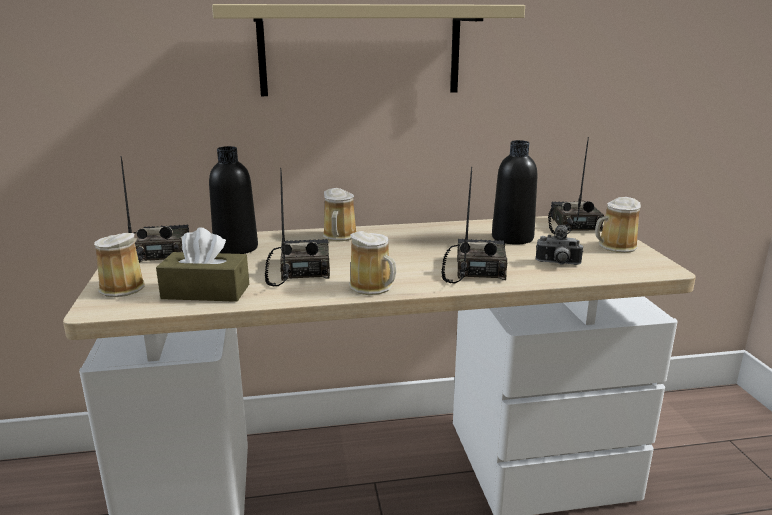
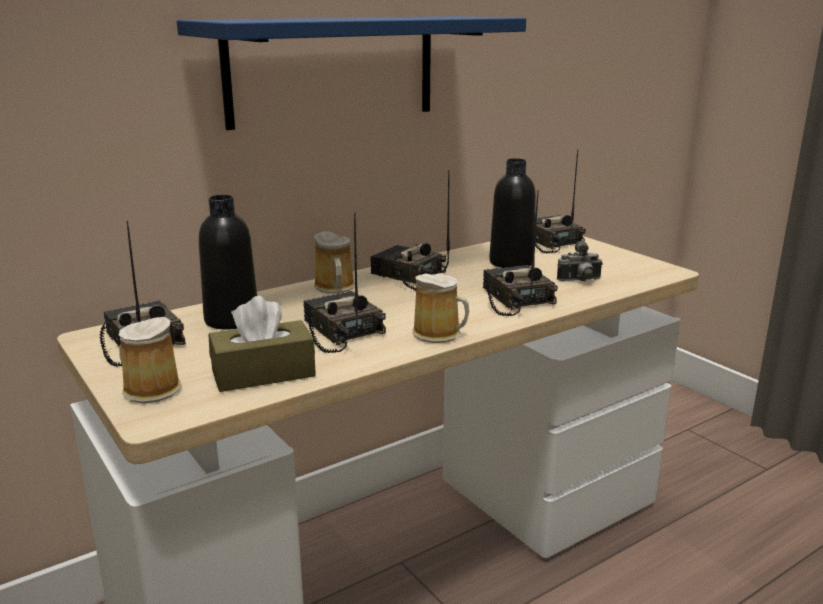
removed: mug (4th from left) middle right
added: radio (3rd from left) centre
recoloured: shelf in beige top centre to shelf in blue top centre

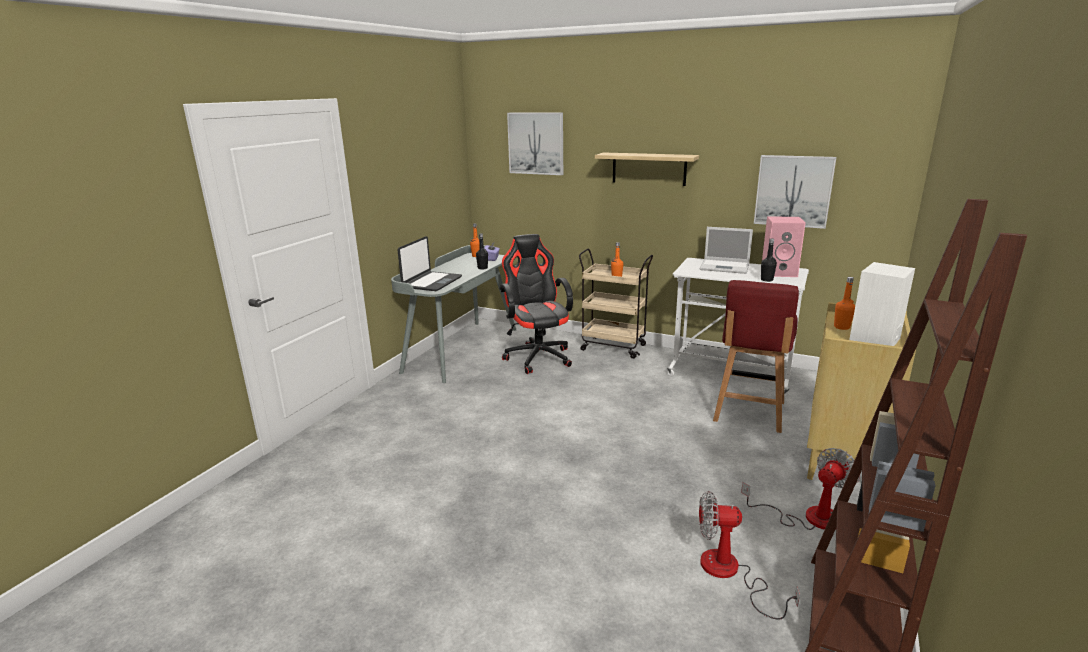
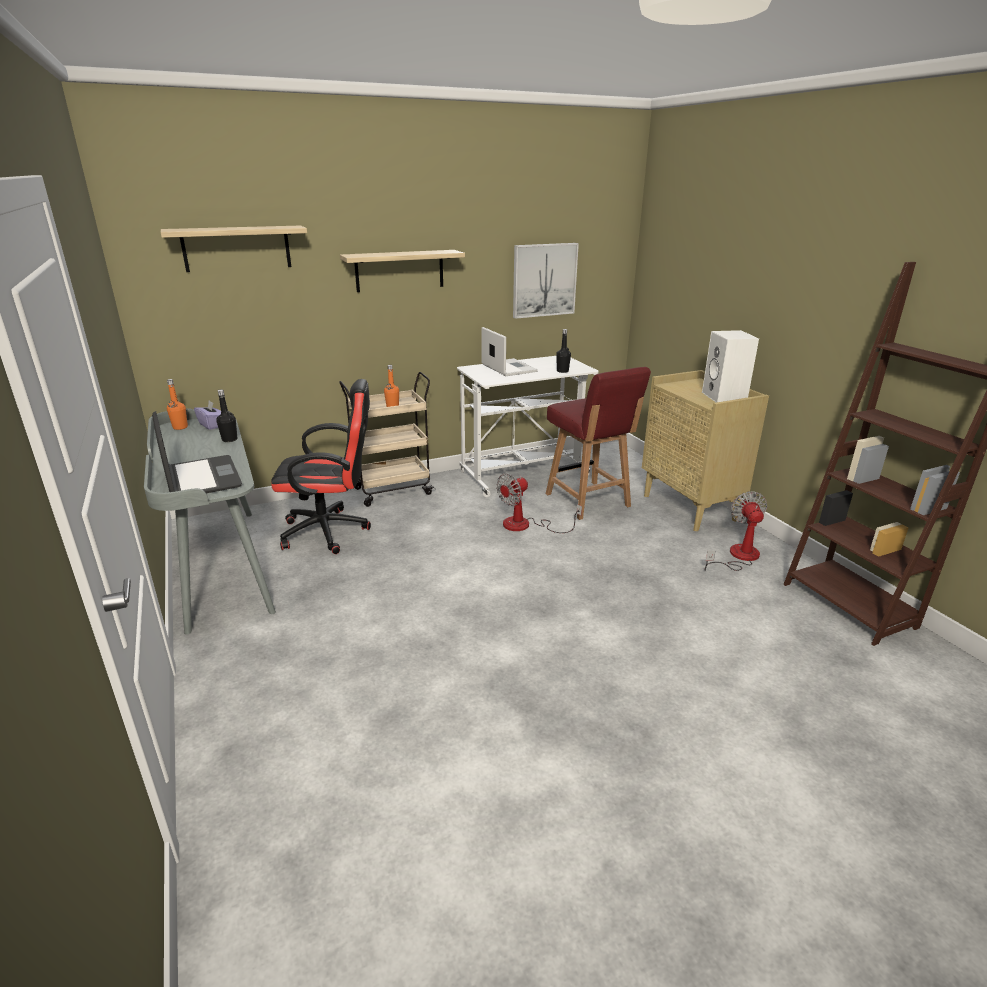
removed: speaker in pink middle right; bottle in orange (3rd from left) middle right
moved: fan (1st from left) bottom right to centre
replaced: picture (1st from left) top centre to shelf (1st from left) top left
turned: office chair in black centre = middle left 150 degrees clockwise; laptop (2nd from left) middle right = centre 90 degrees counterclockwise

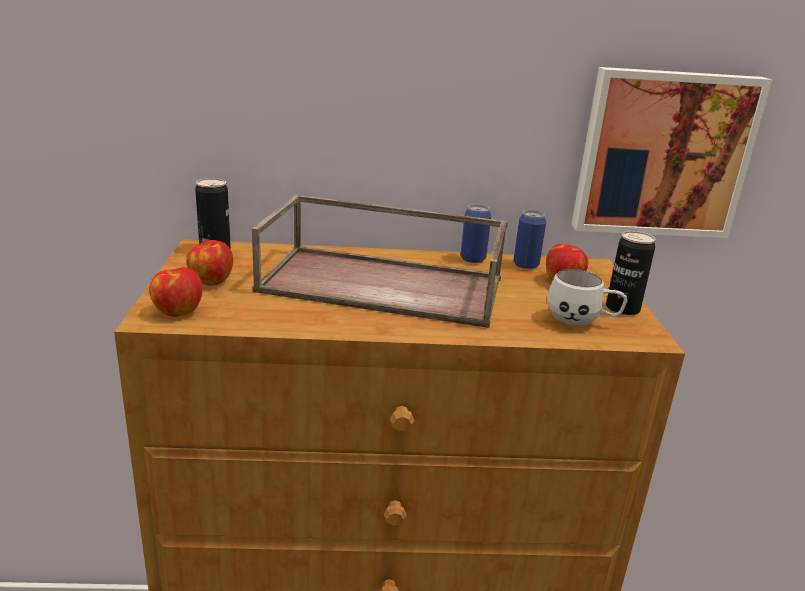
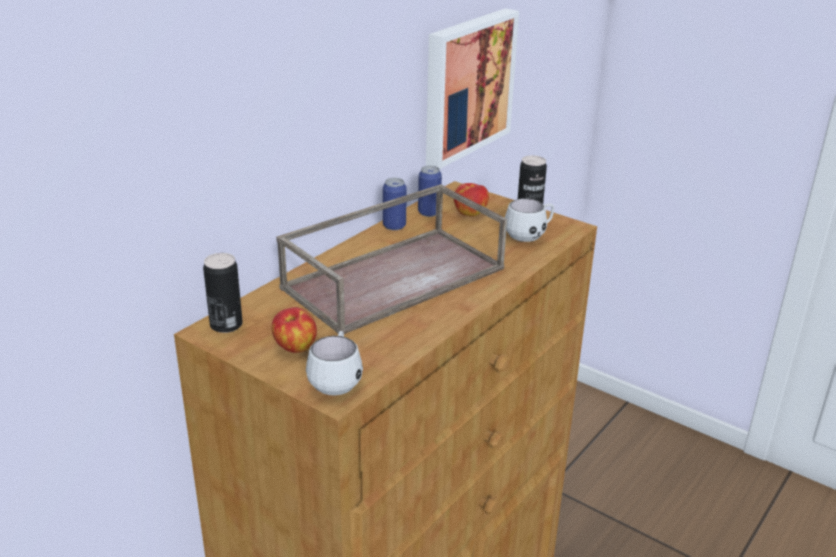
replaced: apple (1st from left) middle left to mug in white (1st from left) centre

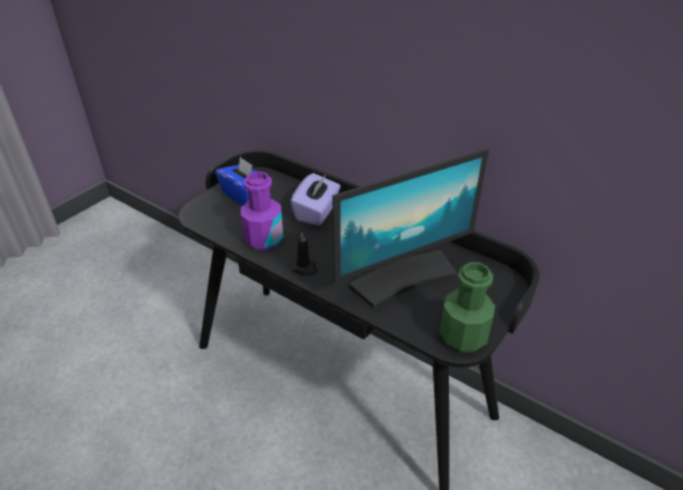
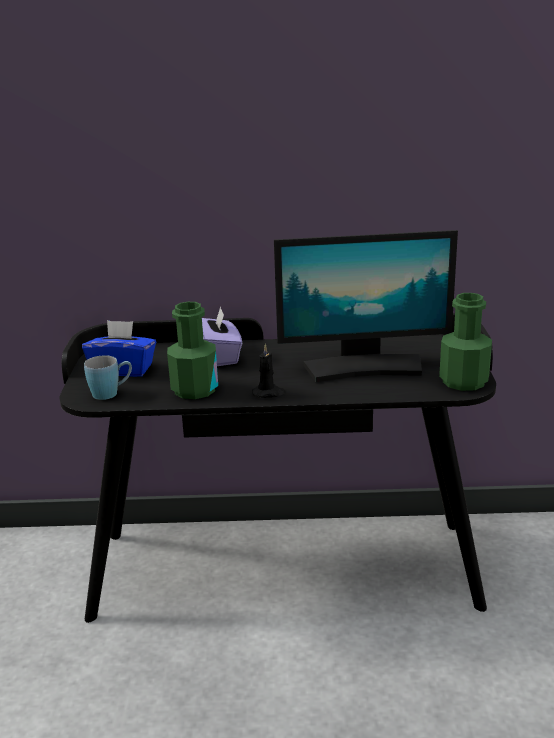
added: mug in blue middle left
recoloured: bottle in purple centre to bottle in green (1st from left) centre
turned: monitor centre = centre 60 degrees clockwise

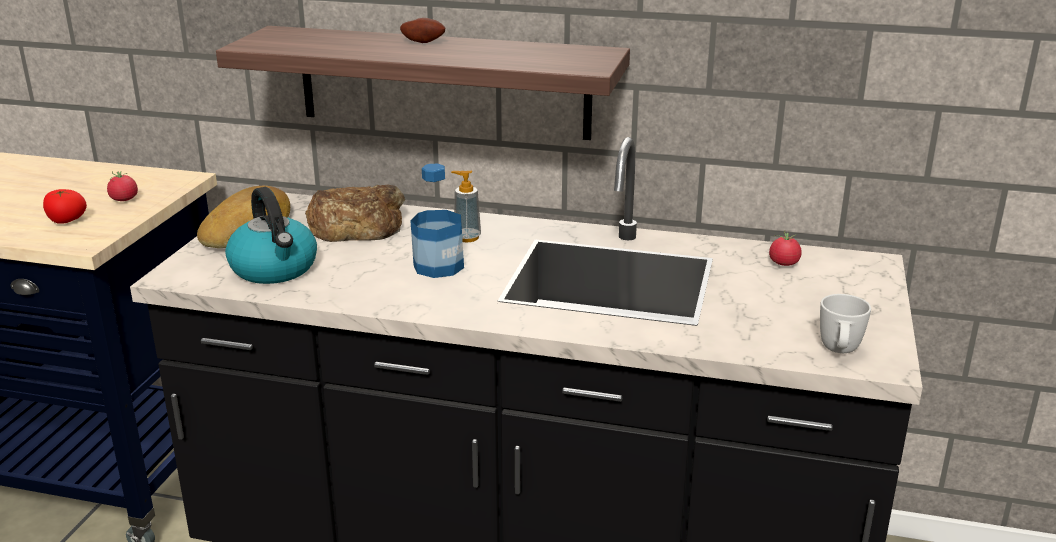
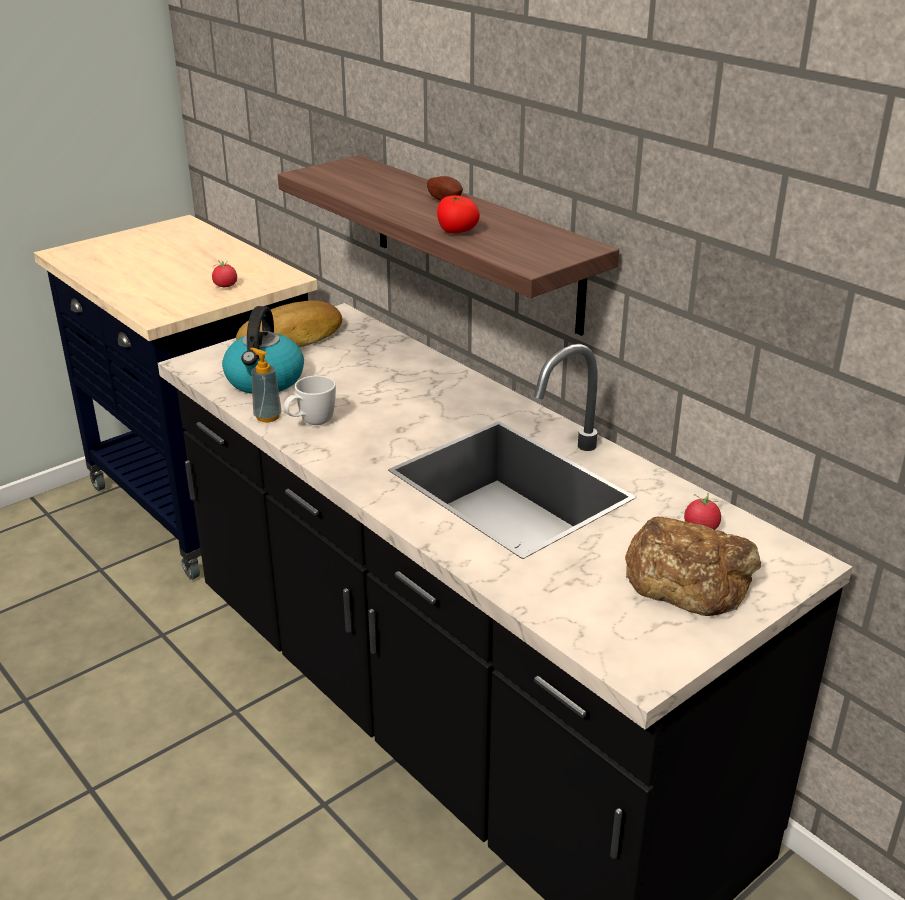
removed: bottle centre
moved: tomato (1st from left in the first image) middle left to tomato (2nd from left) top centre; bread (2nd from left) centre to middle right; soap dispenser centre to middle left; mug in white middle right to centre

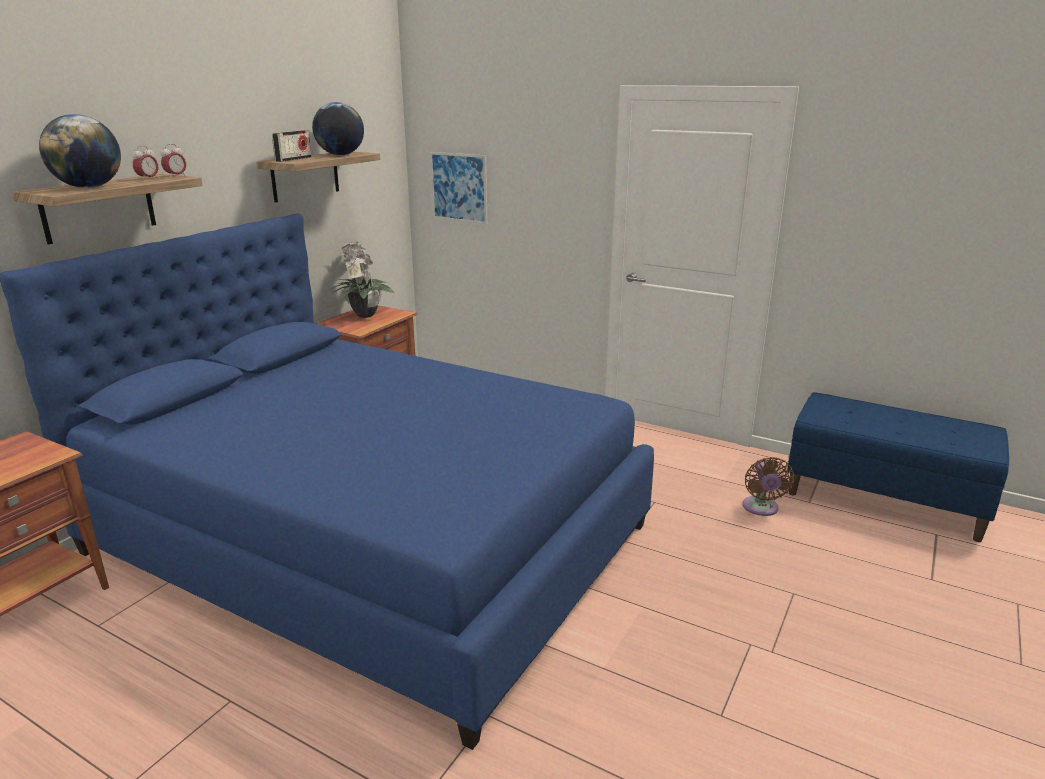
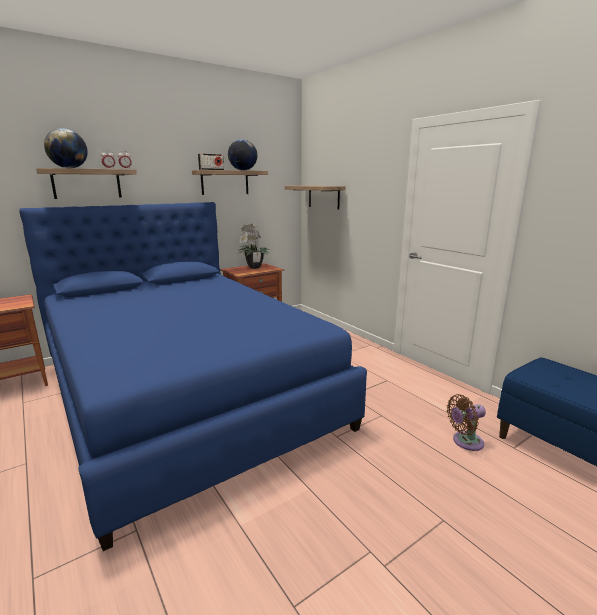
replaced: picture top centre to shelf (3rd from left) top centre
turned: fan in brown middle right = bottom right 45 degrees clockwise

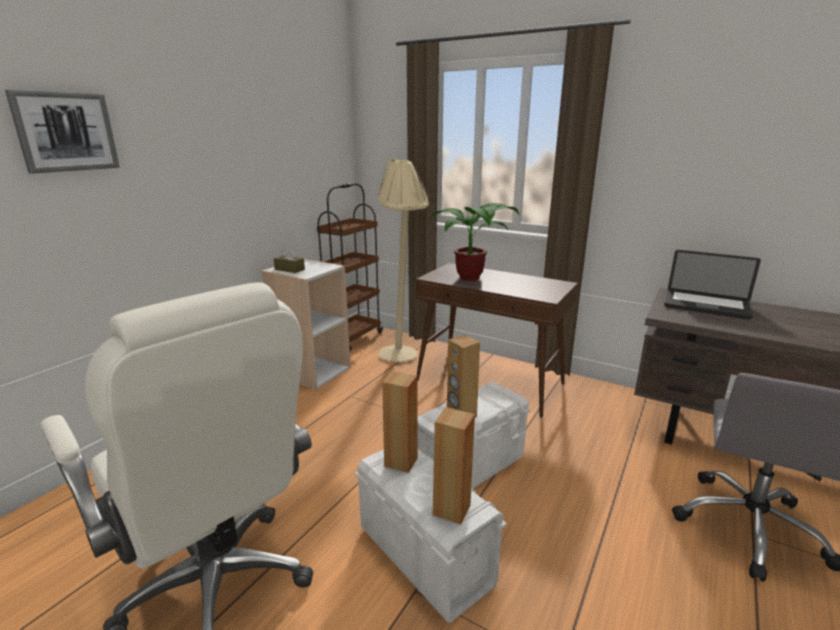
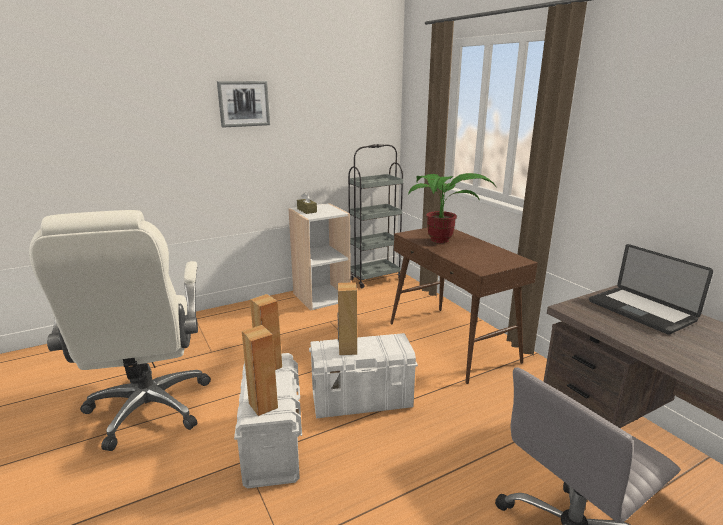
removed: floor lamp in beige centre
moved: picture top left to top centre
recoloured: cart in brown centre to cart in grey centre

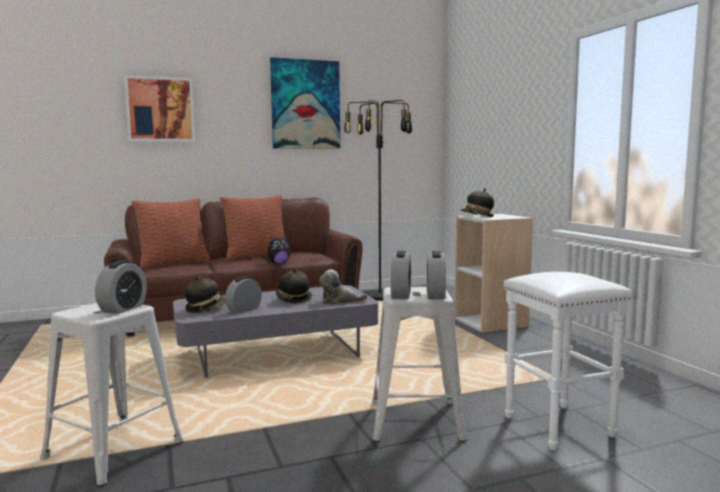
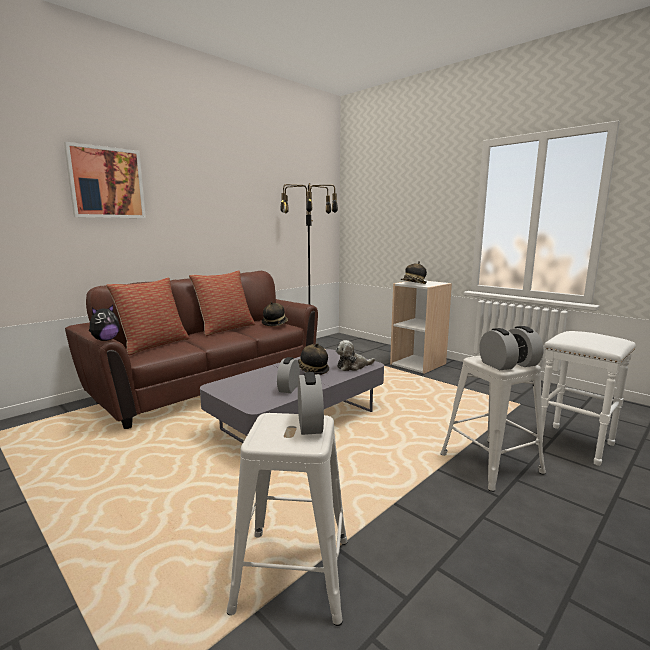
removed: picture (2nd from left) top centre
moved: hat (1st from left) middle left to centre; plush toy (1st from left) centre to middle left

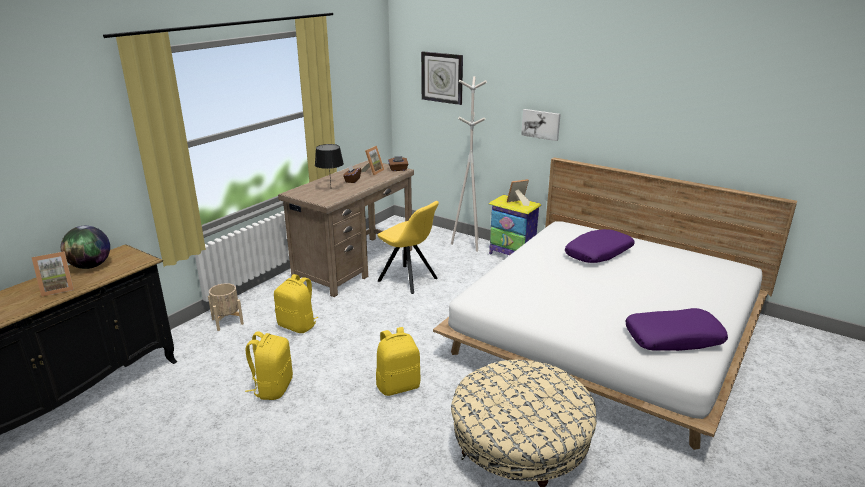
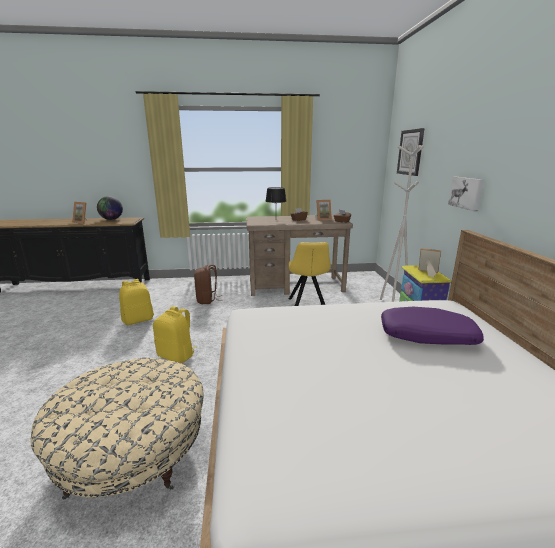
removed: planter in beige middle left; pillow in purple (2nd from left) bottom right
recoloured: backpack in yellow (2nd from left) centre to backpack in brown centre

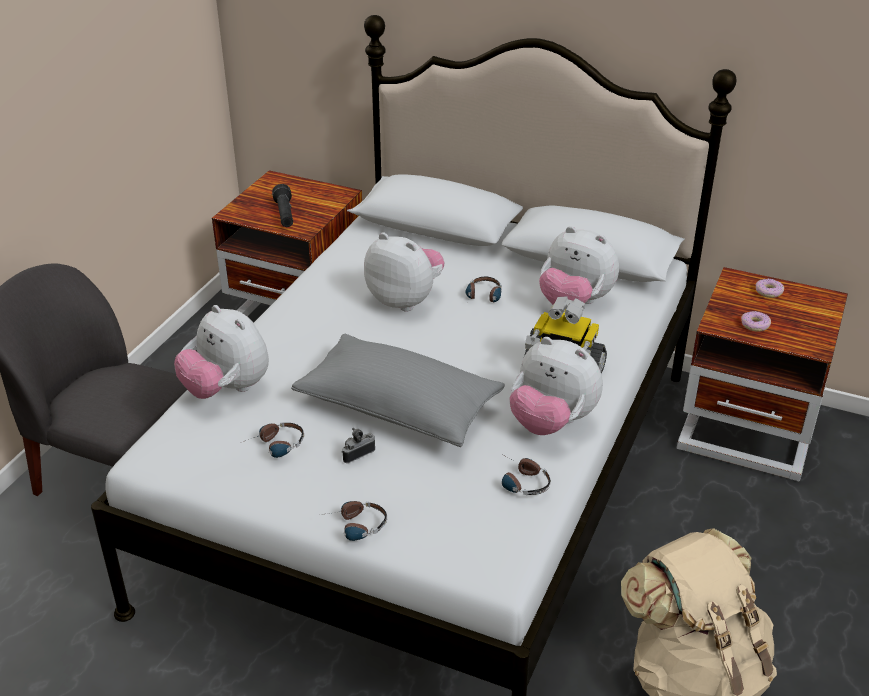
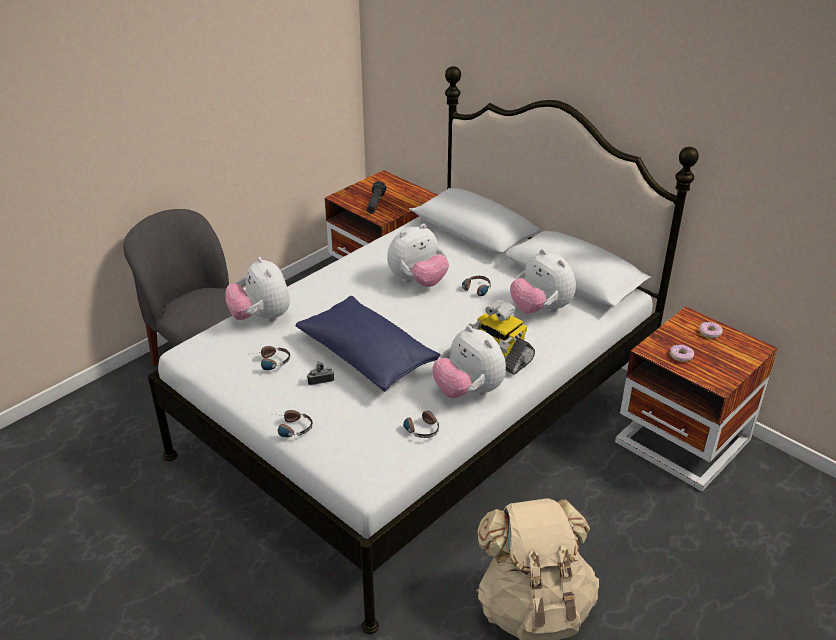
recoloured: pillow in grey centre to pillow in blue centre
turned: plush toy (2nd from left) centre = centre 90 degrees clockwise

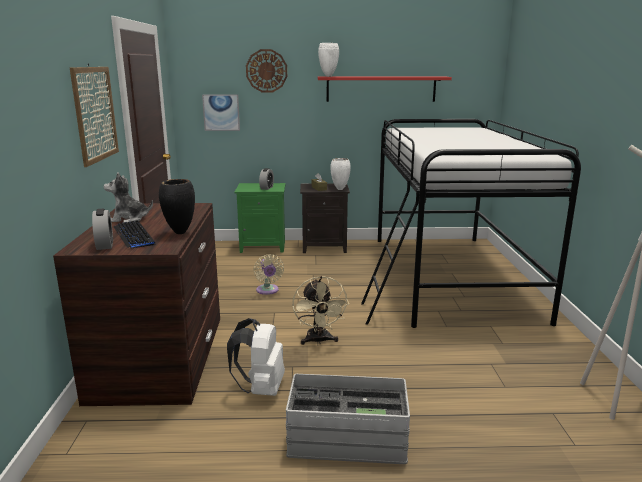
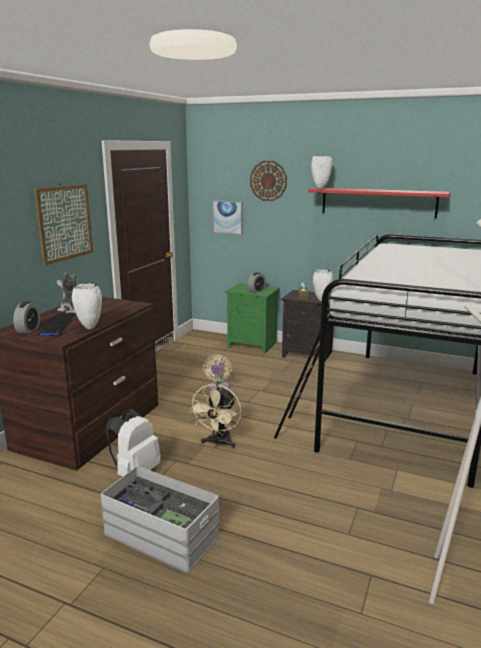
recoloured: vase in black middle left to vase in white (1st from left) middle left

